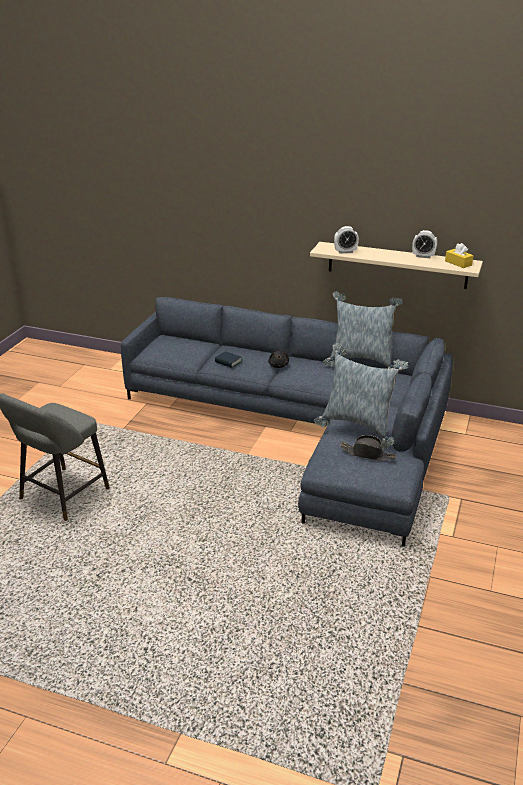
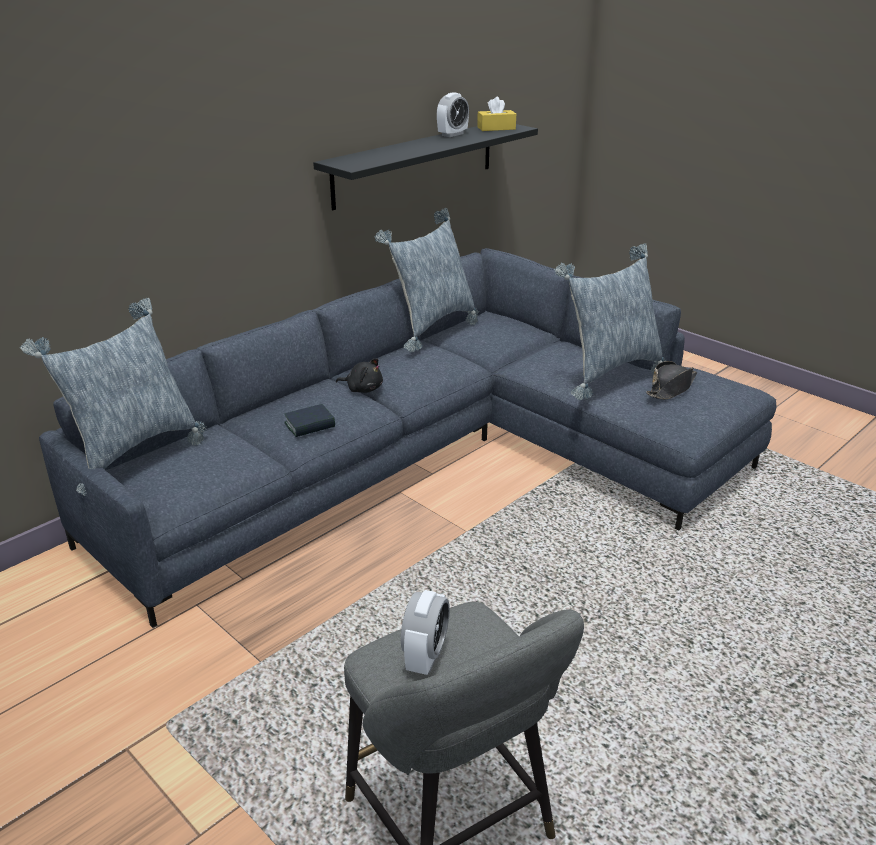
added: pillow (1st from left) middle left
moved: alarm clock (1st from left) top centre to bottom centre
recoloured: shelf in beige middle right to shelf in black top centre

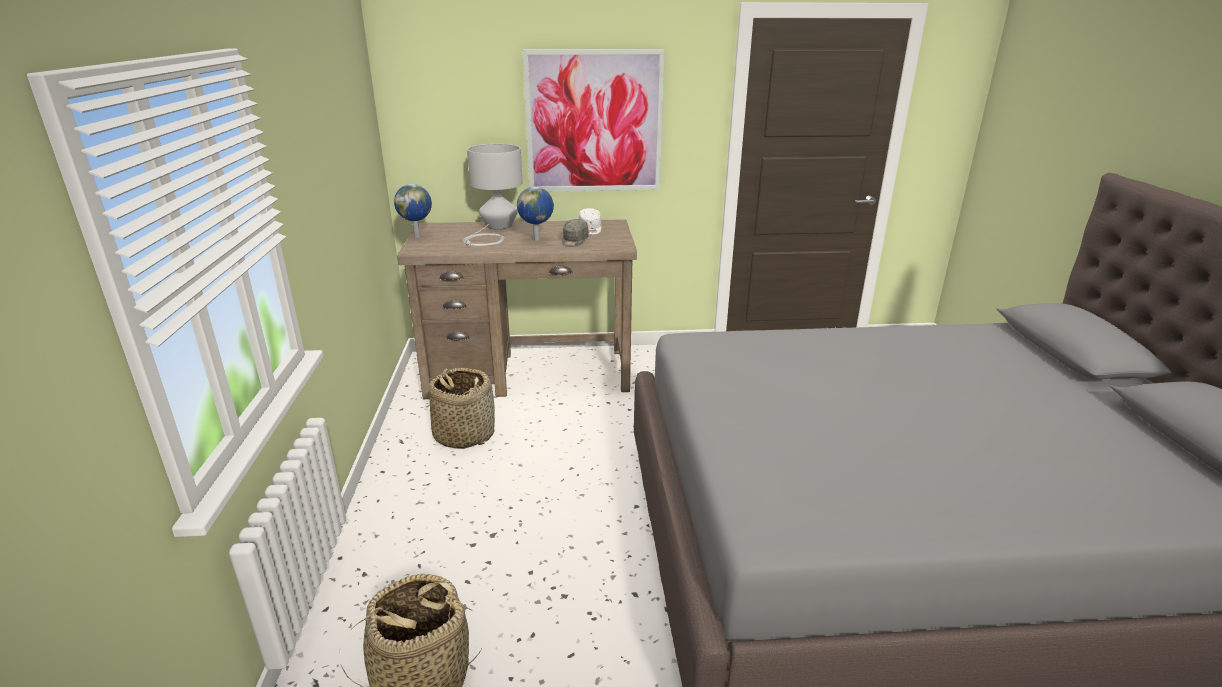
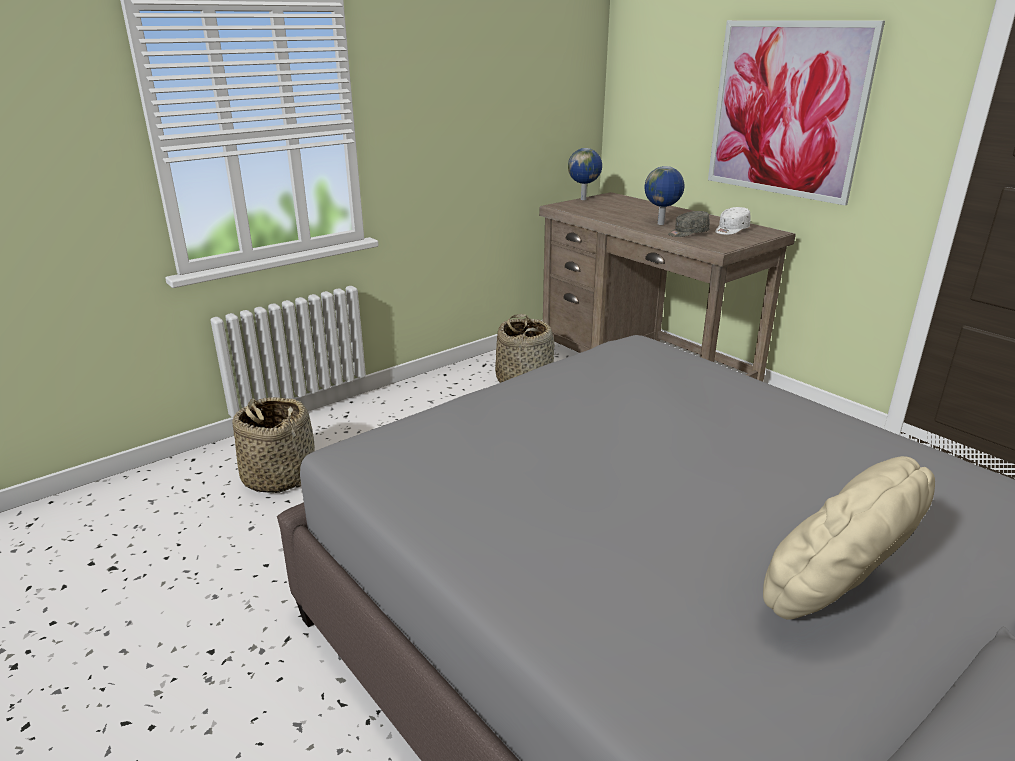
removed: table lamp in grey top centre
added: pillow in beige bottom right

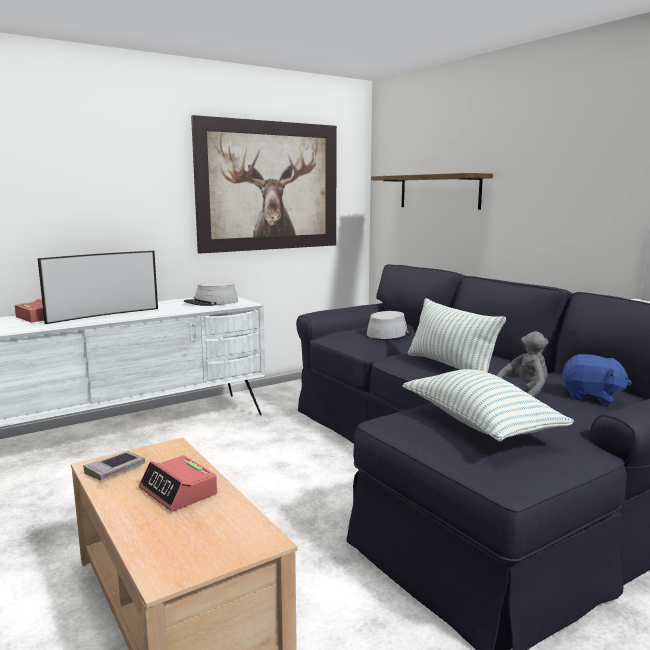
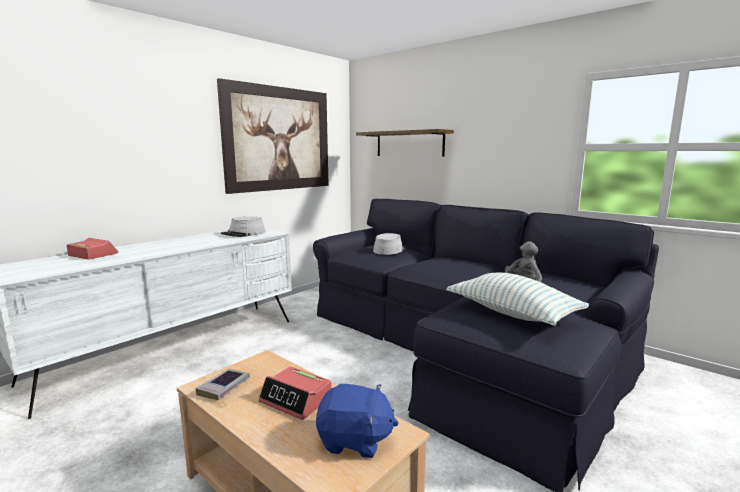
removed: television middle left; pillow (1st from left) middle right
moved: plush toy in blue middle right to bottom centre

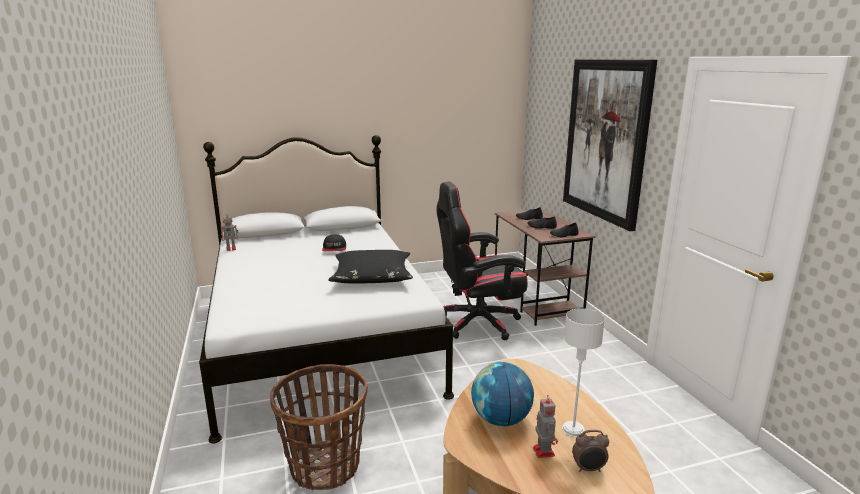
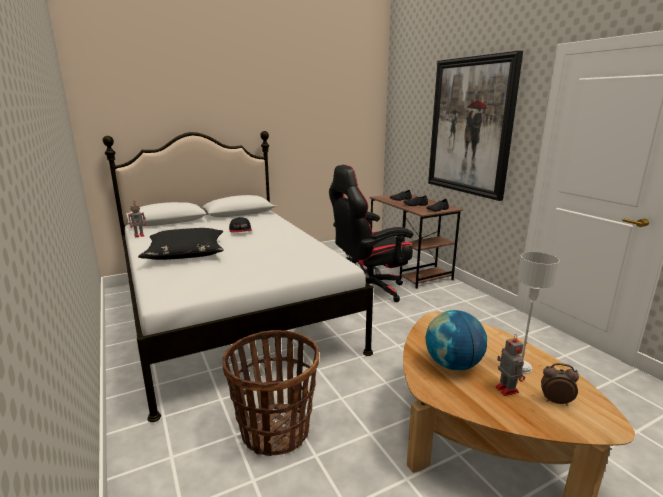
moved: pillow in black centre to middle left
turned: alarm clock bottom right = bottom right 150 degrees counterclockwise

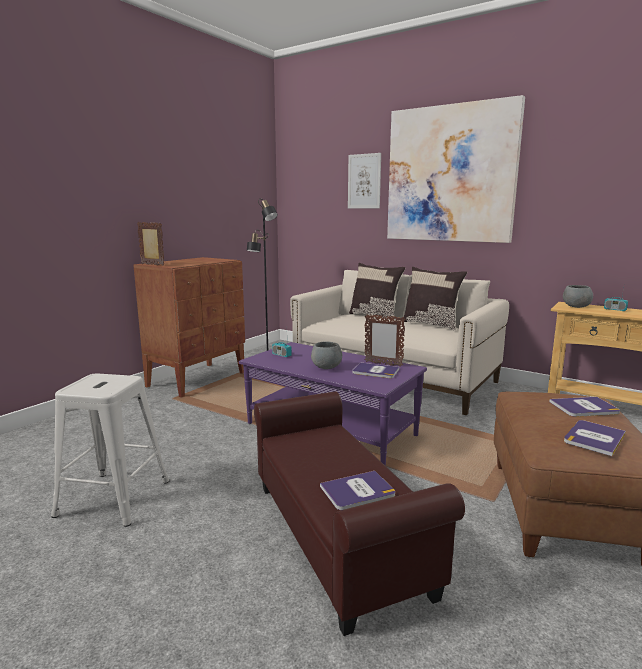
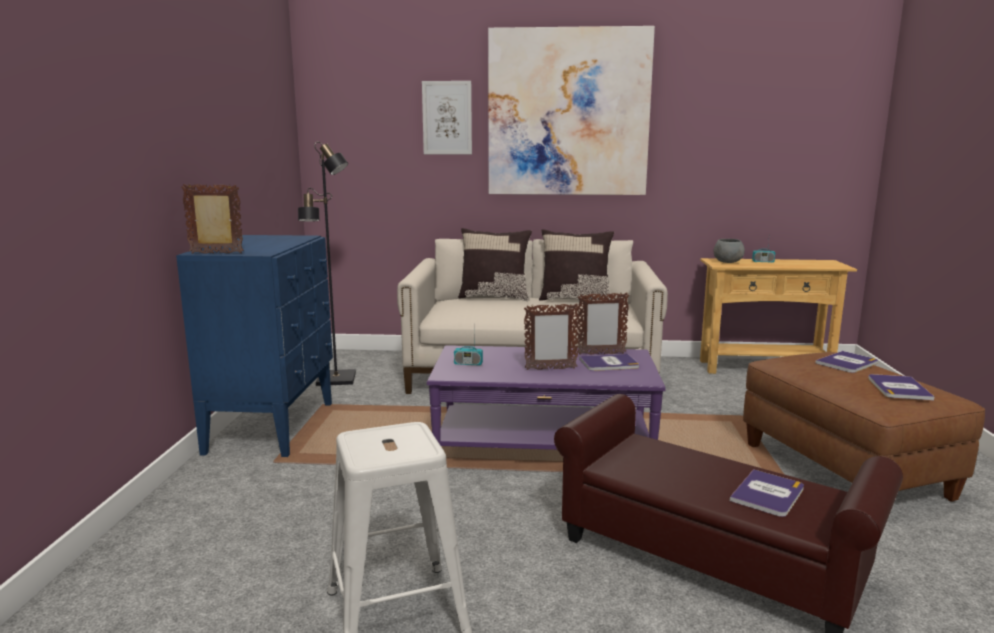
replaced: bowl in grey (1st from left) centre to picture frame (2nd from left) centre
recoloured: dresser in brown middle left to dresser in blue middle left

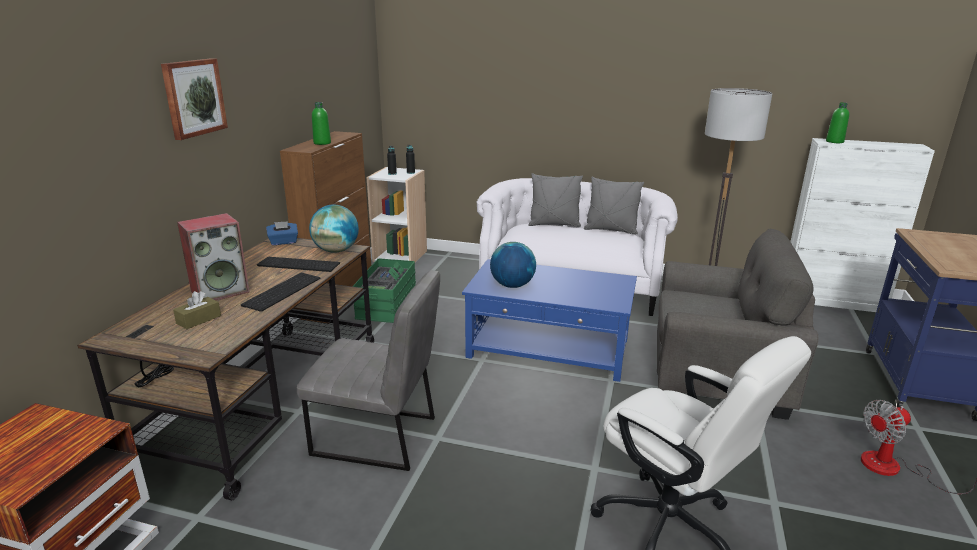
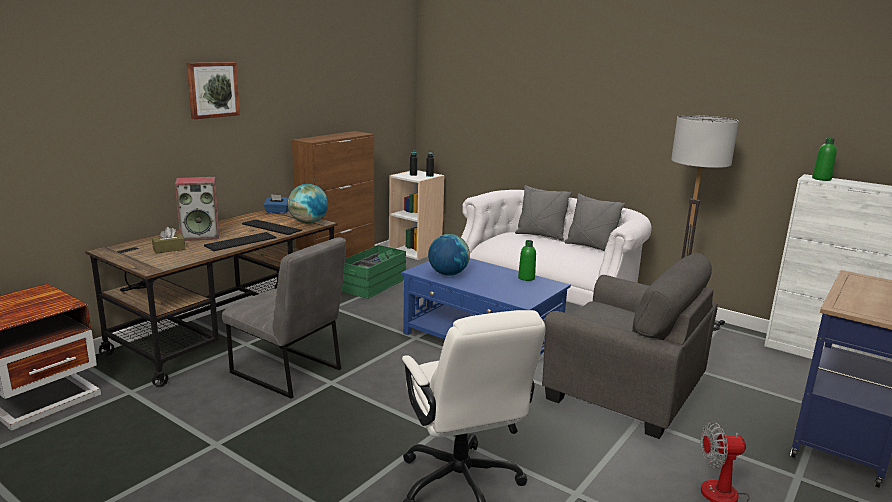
moved: bottle in green (1st from left) top left to centre

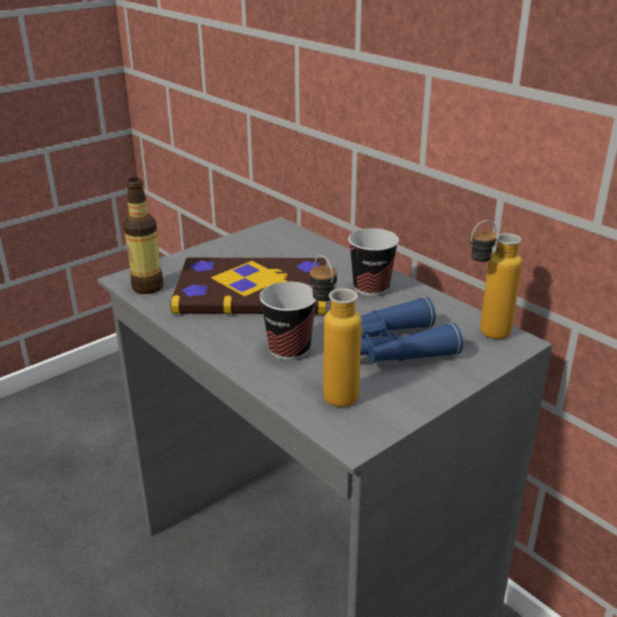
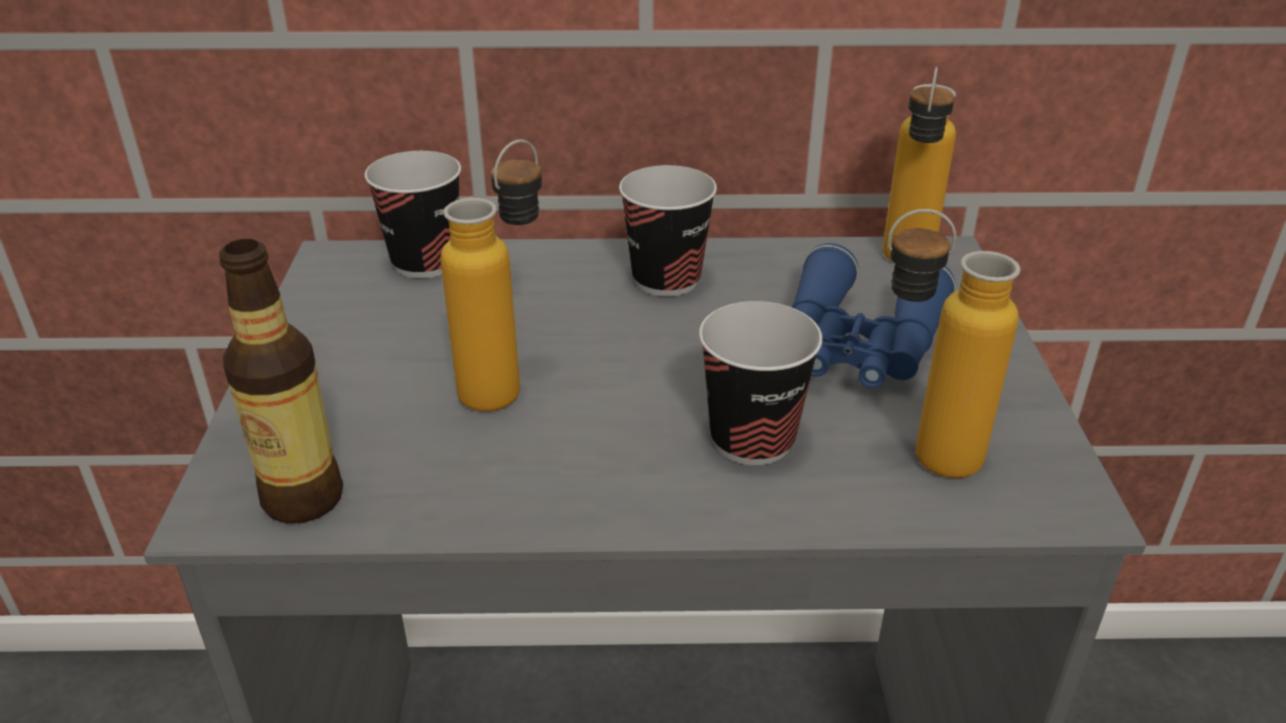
added: cup (1st from left) top left
replaced: book centre to bottle (2nd from left) centre

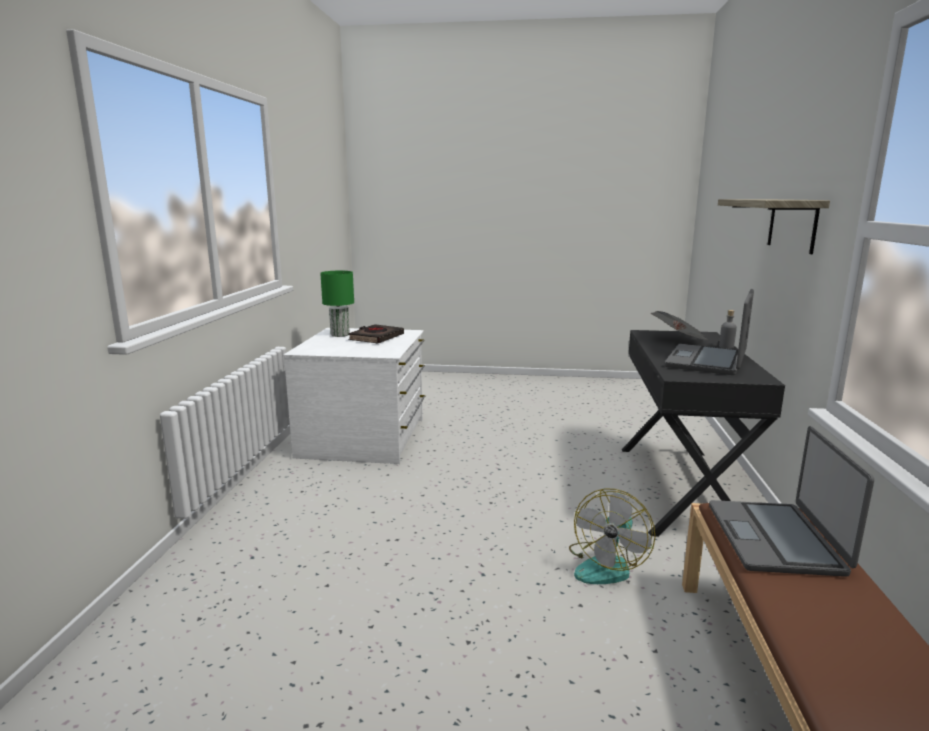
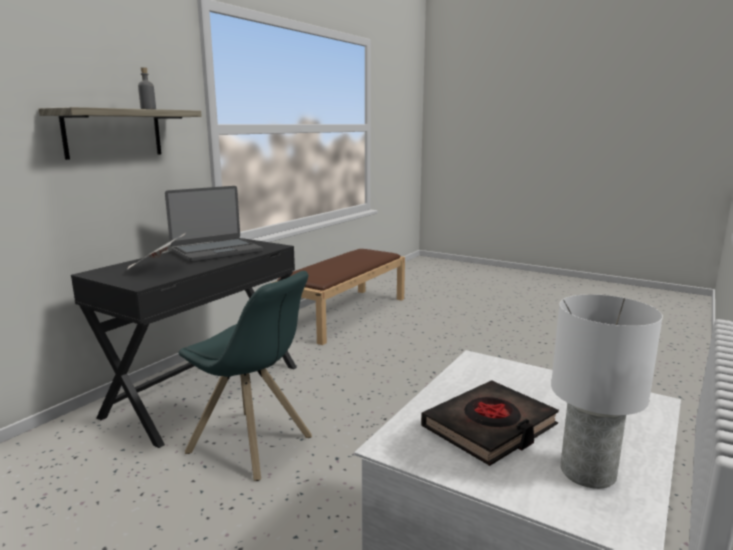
removed: fan bottom centre; laptop (2nd from left) bottom right
added: chair in turquoise bottom centre
moved: bottle in grey middle right to top left
recoloured: table lamp in green centre to table lamp in white bottom right

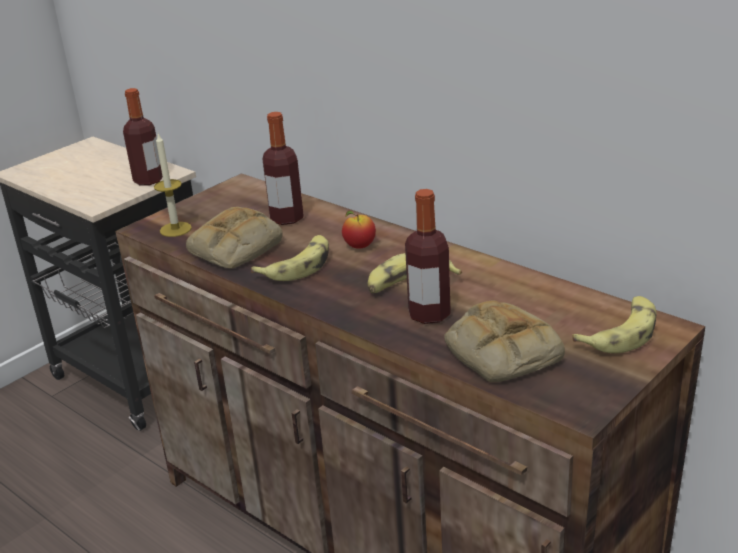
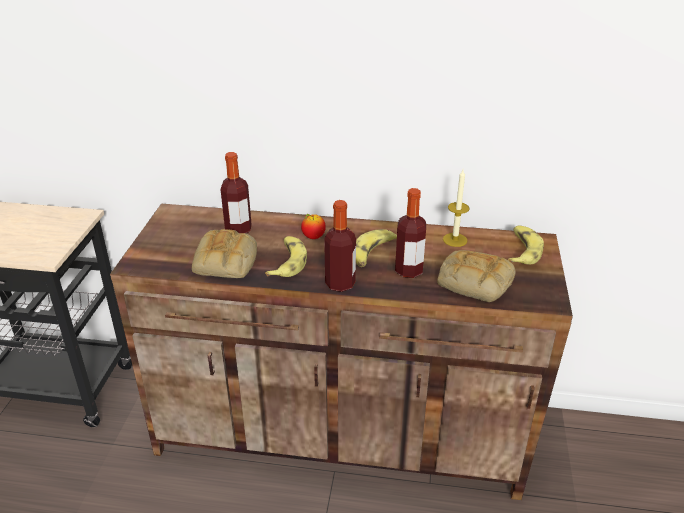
moved: bottle (1st from left in the first image) top left to bottle (2nd from left) centre; candle middle left to middle right

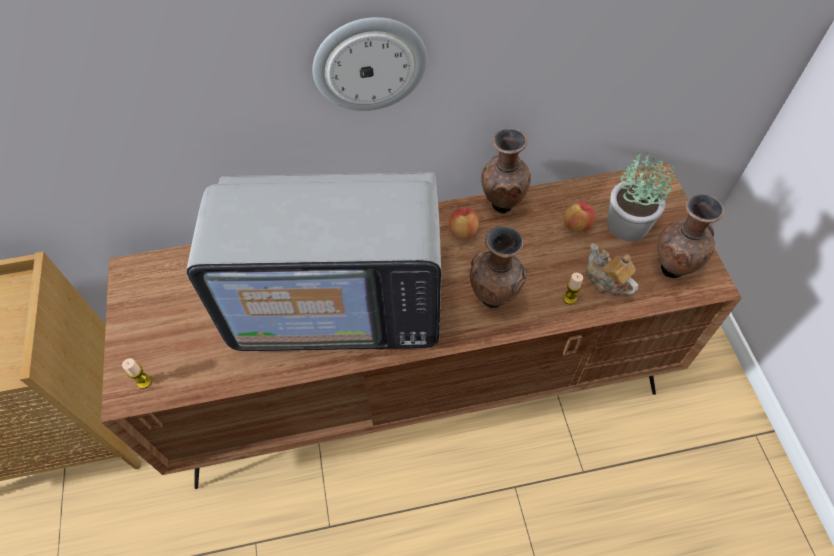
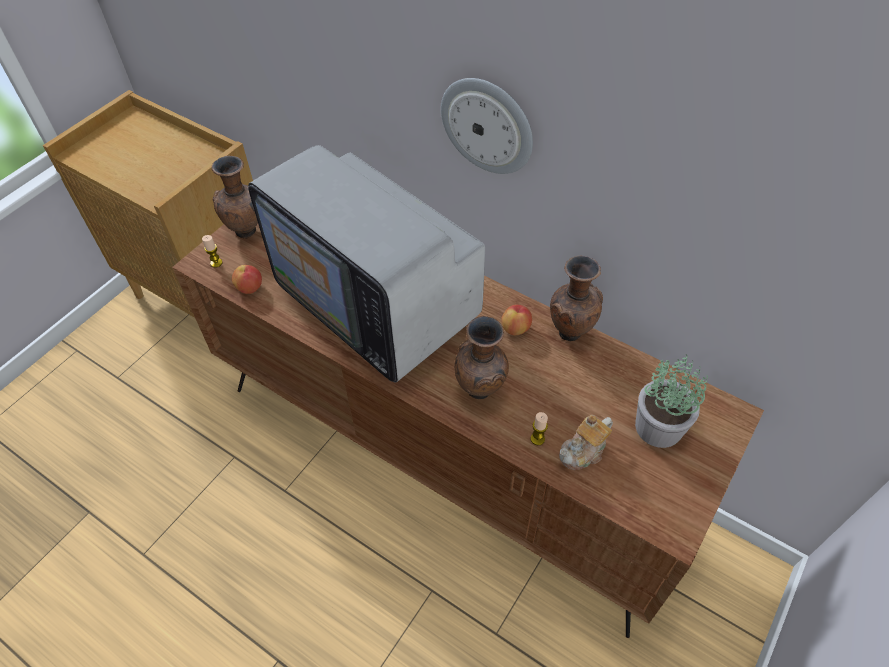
moved: apple (2nd from left in the first image) middle right to apple (1st from left) middle left; vase in brown (3rd from left in the first image) middle right to vase in brown (1st from left) top left
turned: teapot middle right = centre 135 degrees counterclockwise

